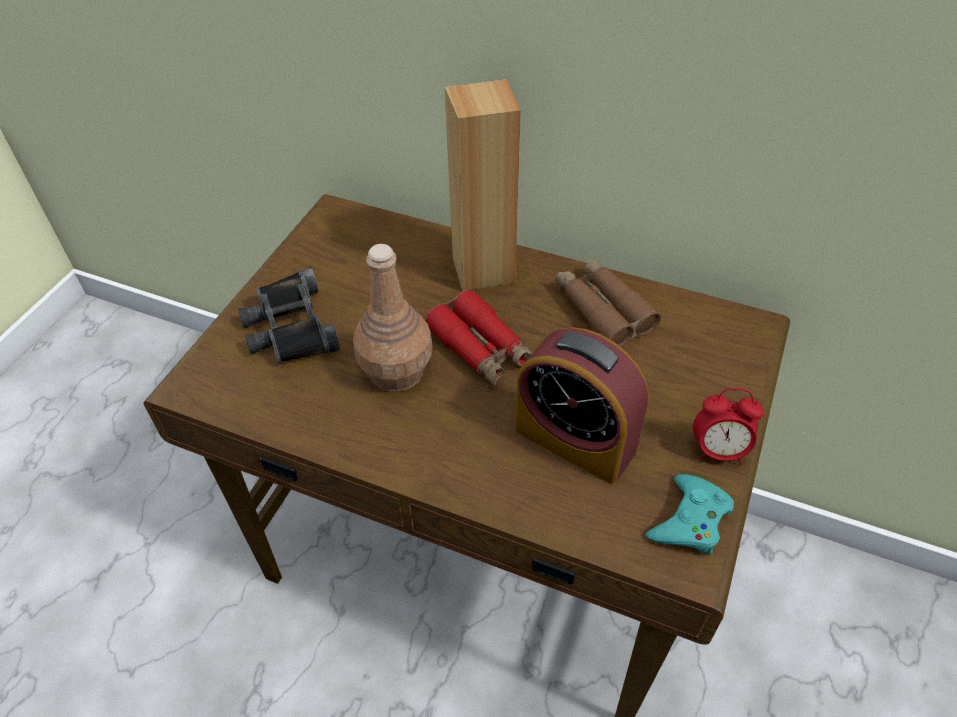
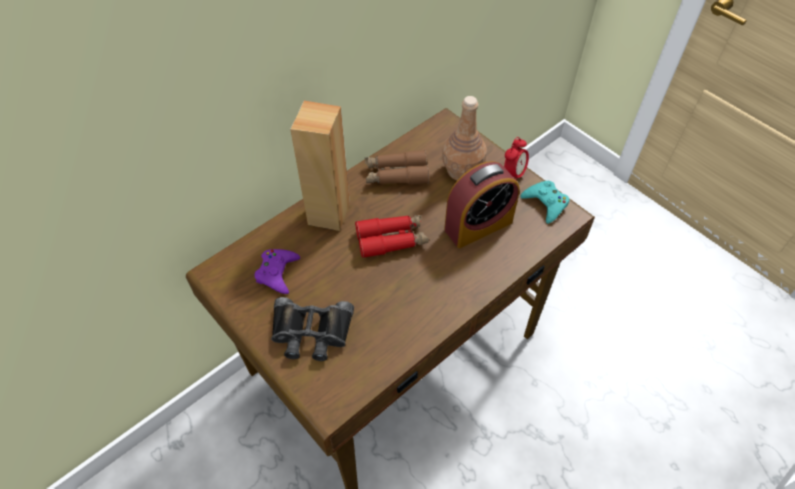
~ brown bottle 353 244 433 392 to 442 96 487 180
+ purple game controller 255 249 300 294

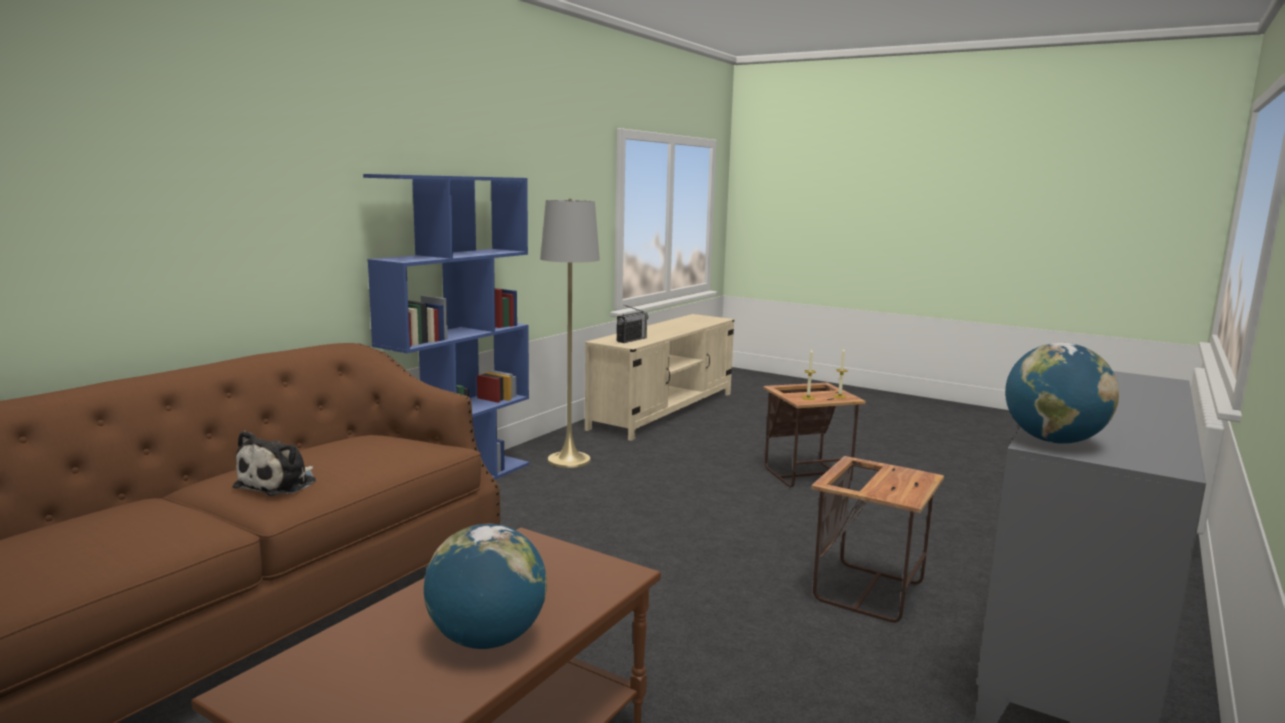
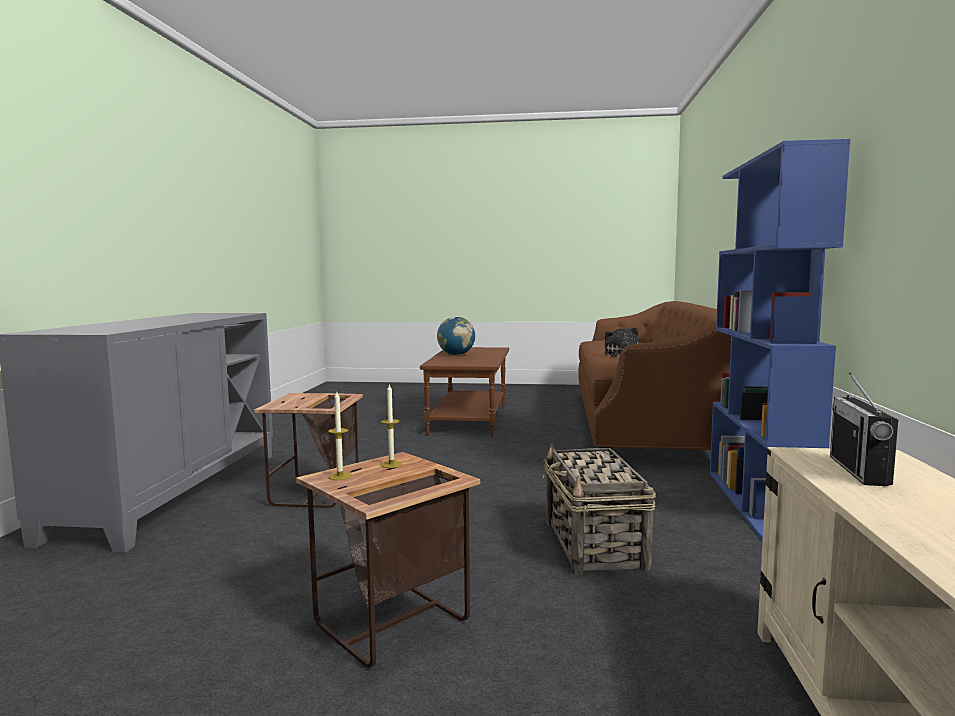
- grey floor lamp 540 199 600 468
- globe 1005 343 1119 444
+ basket 543 443 656 575

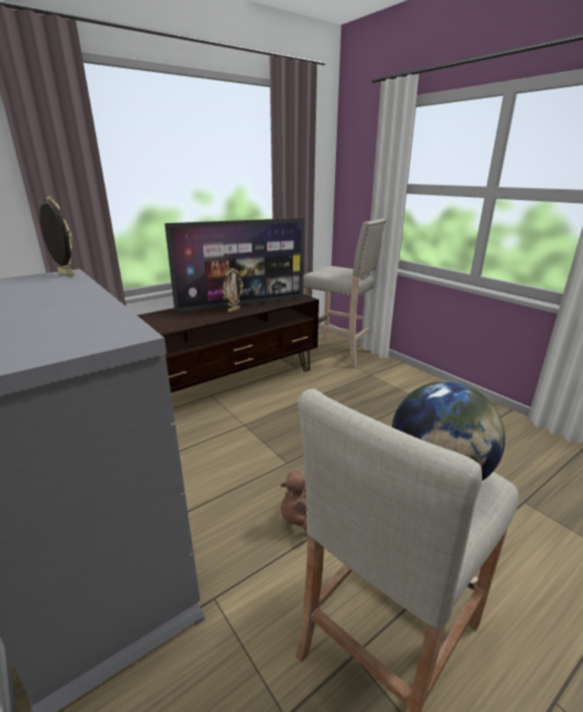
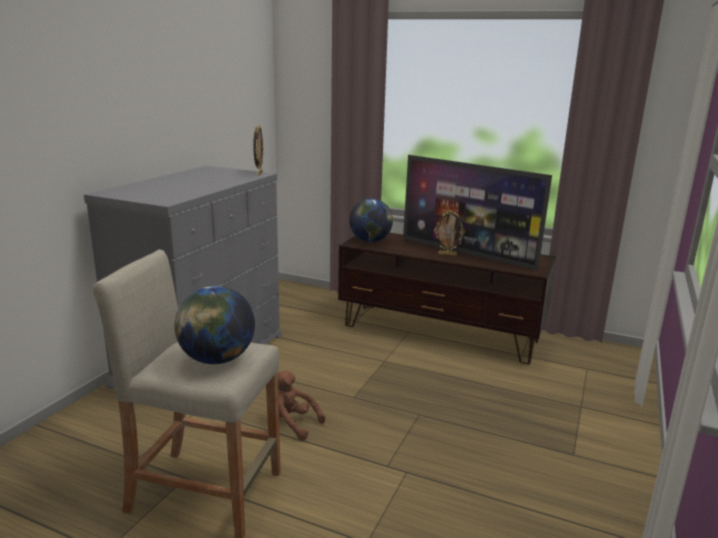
- beige stool 303 218 386 367
+ globe 349 199 393 242

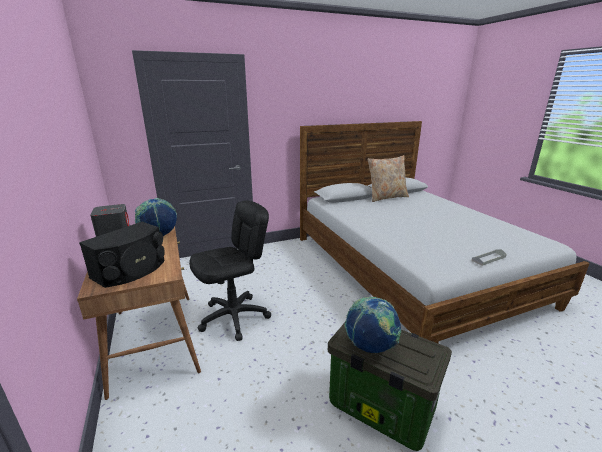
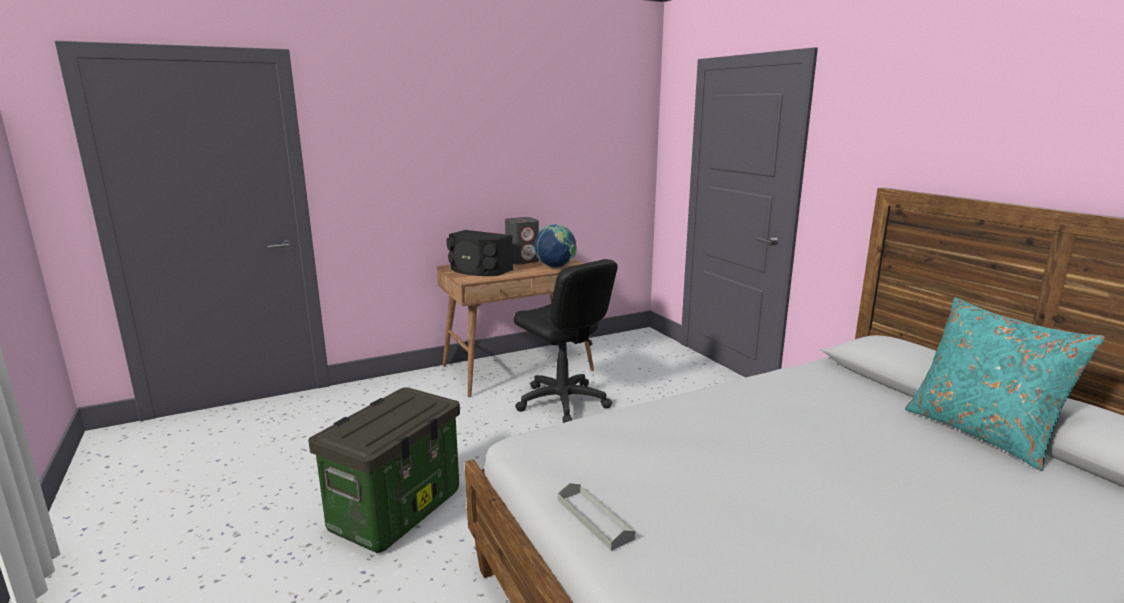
~ beige pillow 367 155 409 202 to turquoise pillow 905 297 1105 471
- globe 345 297 401 353

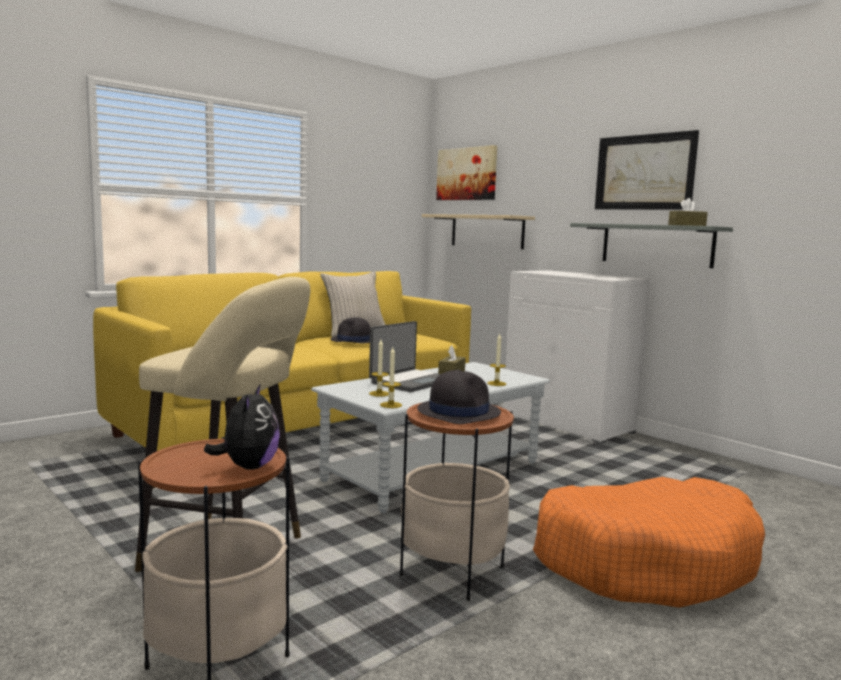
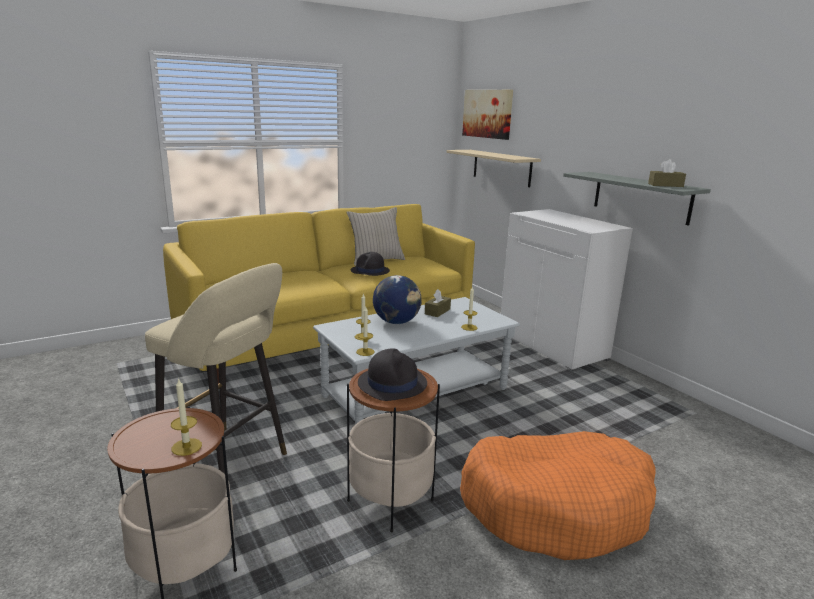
- picture 595 130 699 210
~ laptop 369 321 441 392 to globe 373 275 422 324
~ plush toy 204 383 280 470 to candle 171 378 202 456

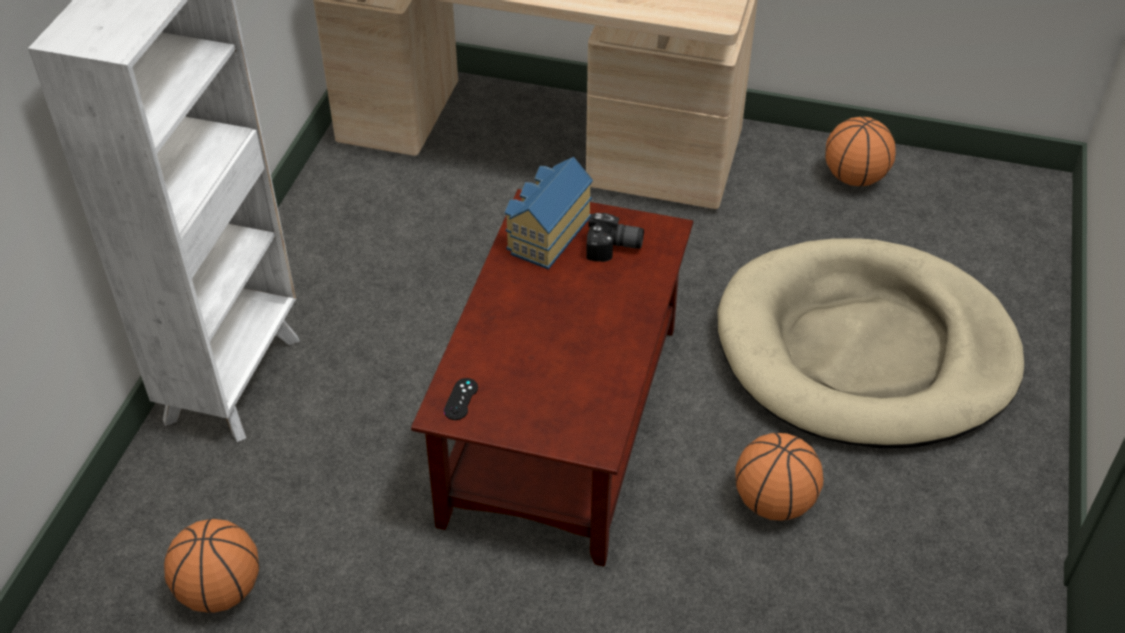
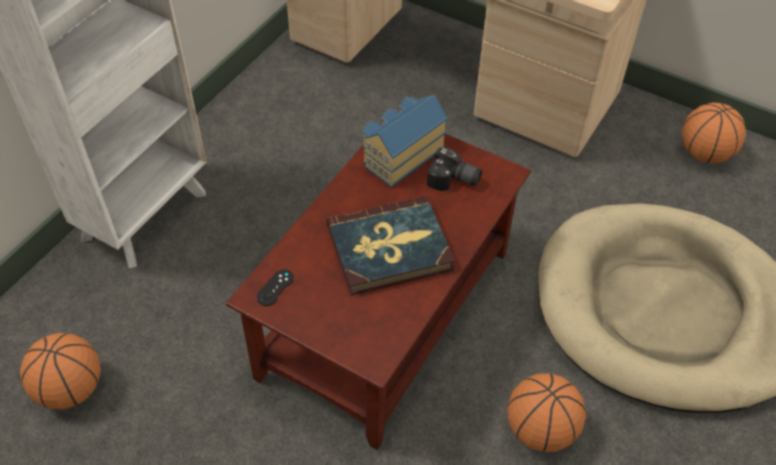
+ book 327 196 455 295

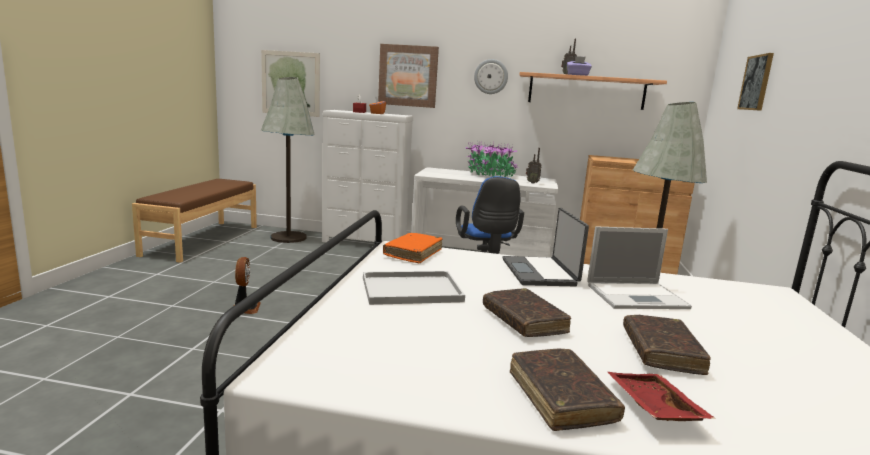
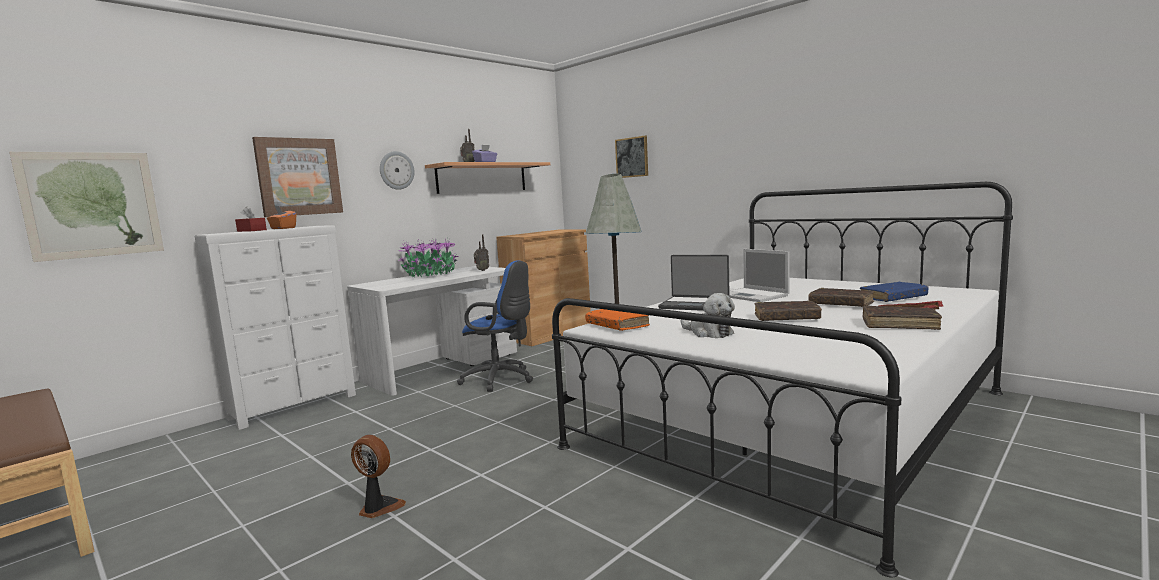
- grey floor lamp 261 77 315 243
~ laptop 587 227 692 309 = 729 249 790 302 120 degrees clockwise
~ white tray 363 271 465 305 to plush toy 681 293 735 338
+ blue book 860 281 929 302

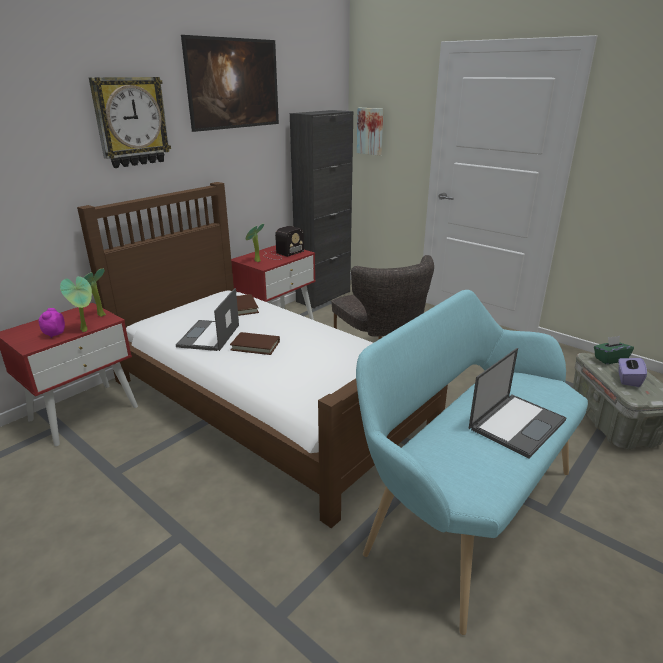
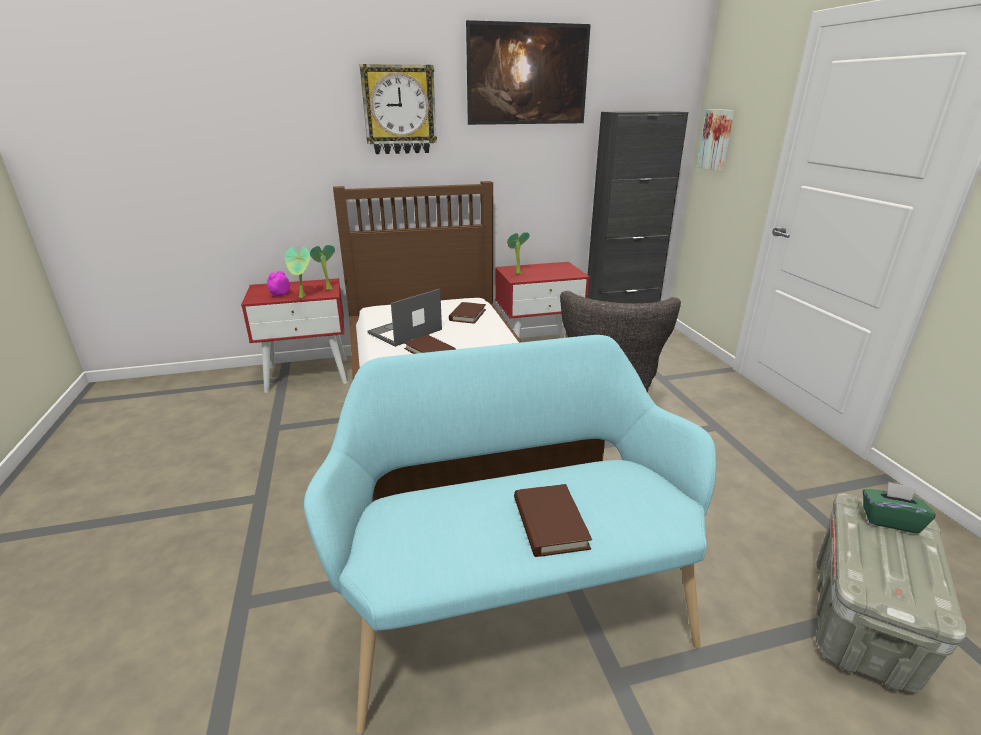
- radio 266 226 304 260
~ laptop 469 348 567 458 to brown book 514 484 592 557
- purple tissue box 618 357 647 387

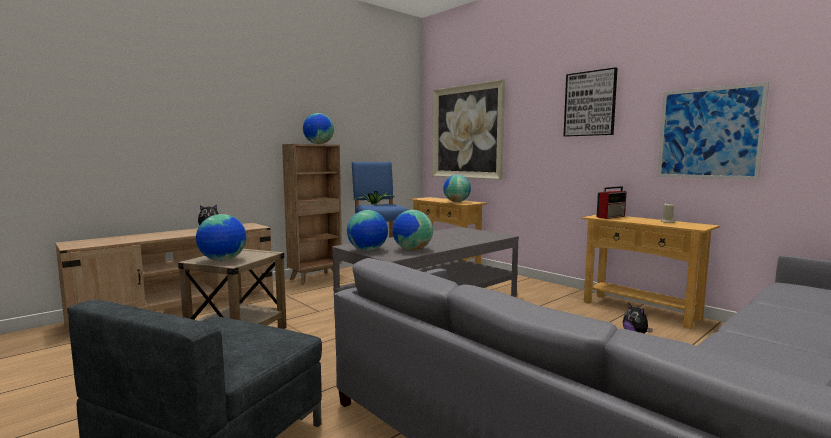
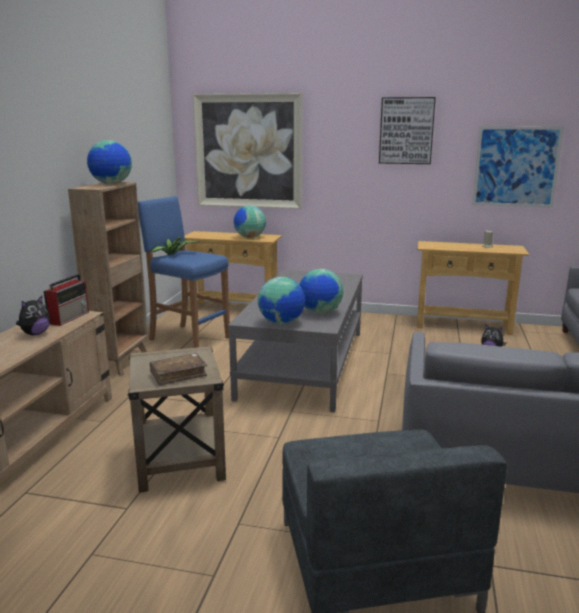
~ radio 597 186 626 219 to 44 274 89 326
~ globe 196 214 247 261 to brown book 150 353 207 386

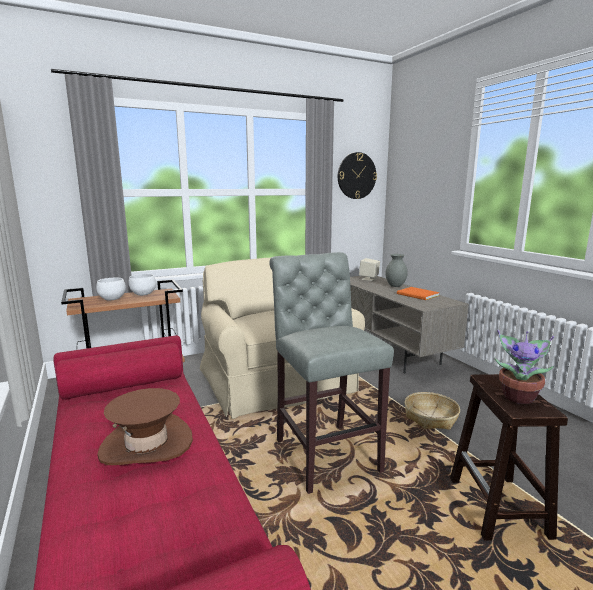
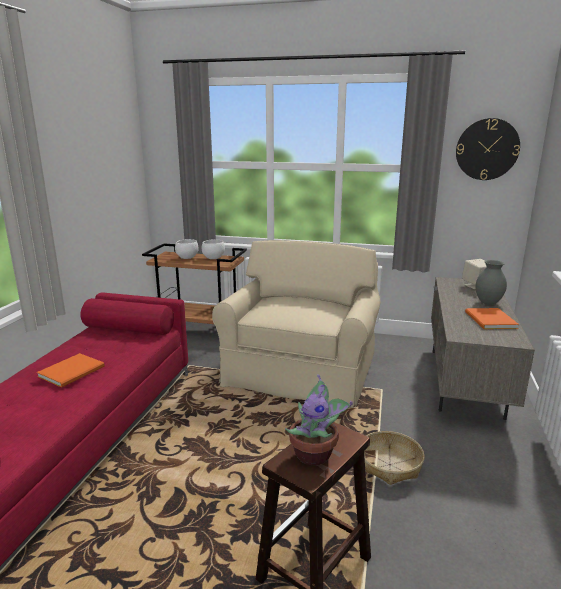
- grey stool 269 252 394 494
~ brown hat 97 388 193 465 to orange book 37 353 105 388

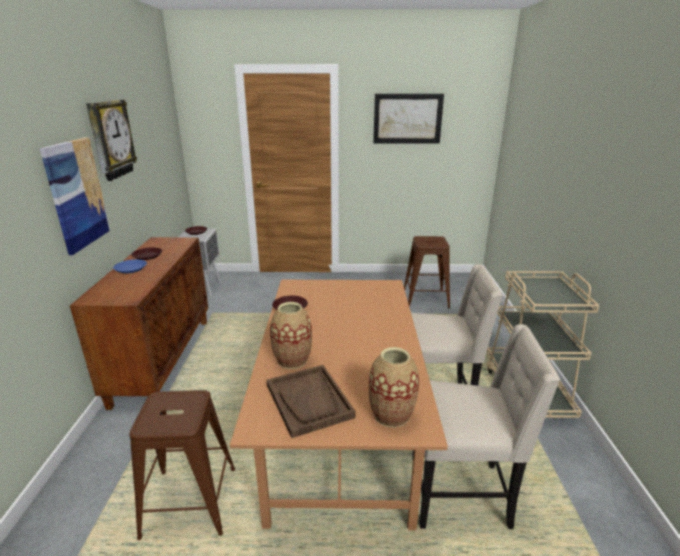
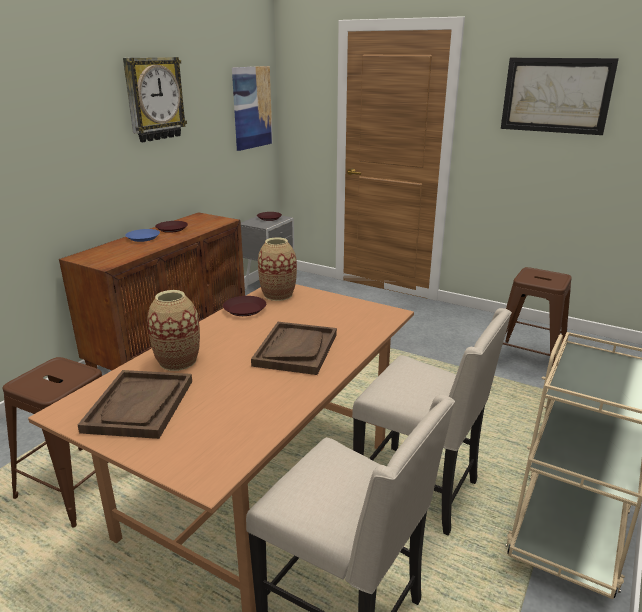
~ picture 40 137 110 255 to 232 66 272 151
~ vase 369 347 419 427 to 258 237 297 301
+ brown tray 251 322 337 375

